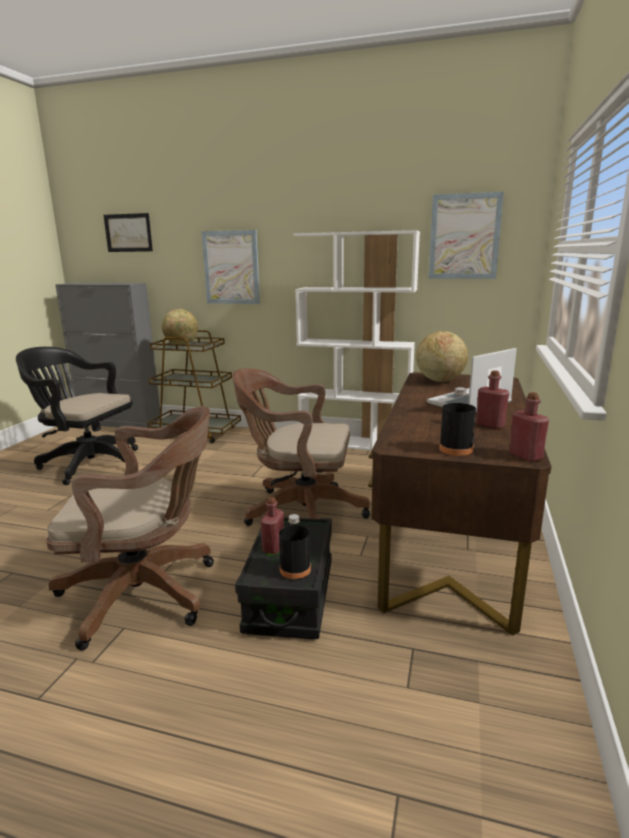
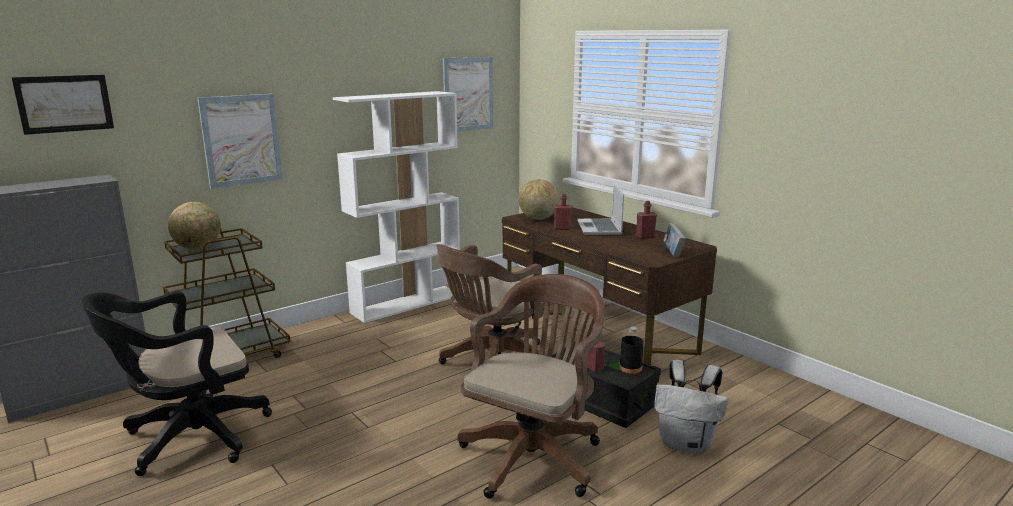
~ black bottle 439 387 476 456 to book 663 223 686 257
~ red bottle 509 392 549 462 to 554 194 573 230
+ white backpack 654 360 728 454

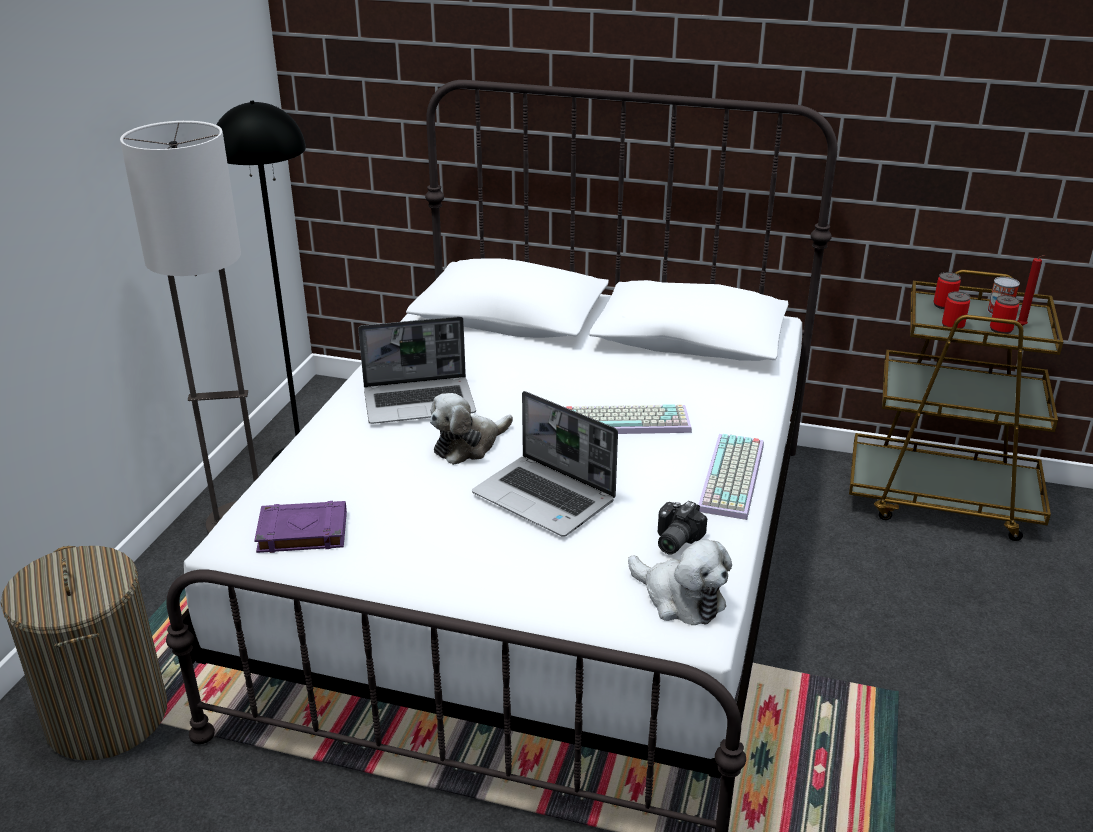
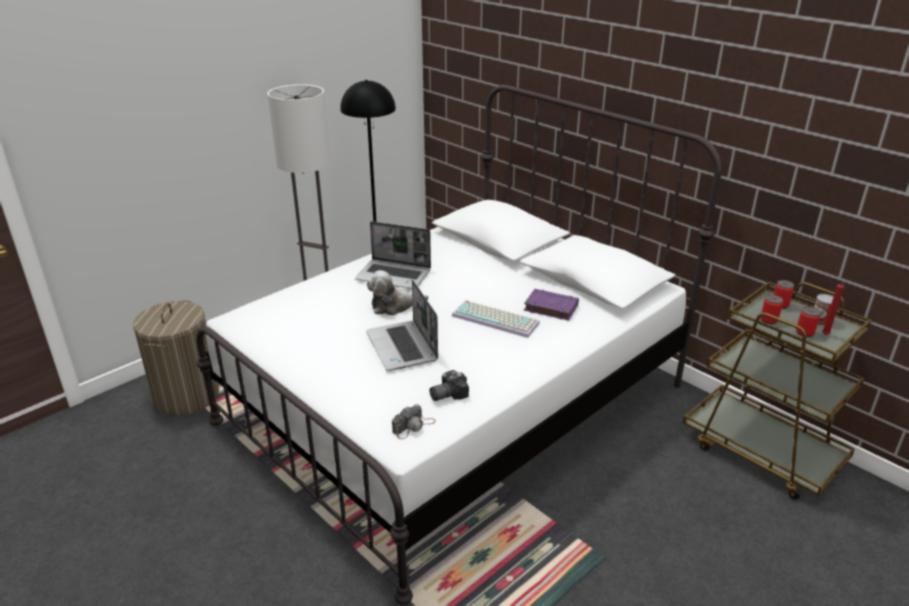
- keyboard 698 434 764 520
~ purple book 254 501 347 553 to 524 289 579 321
~ plush toy 628 539 732 625 to photo camera 392 404 436 439

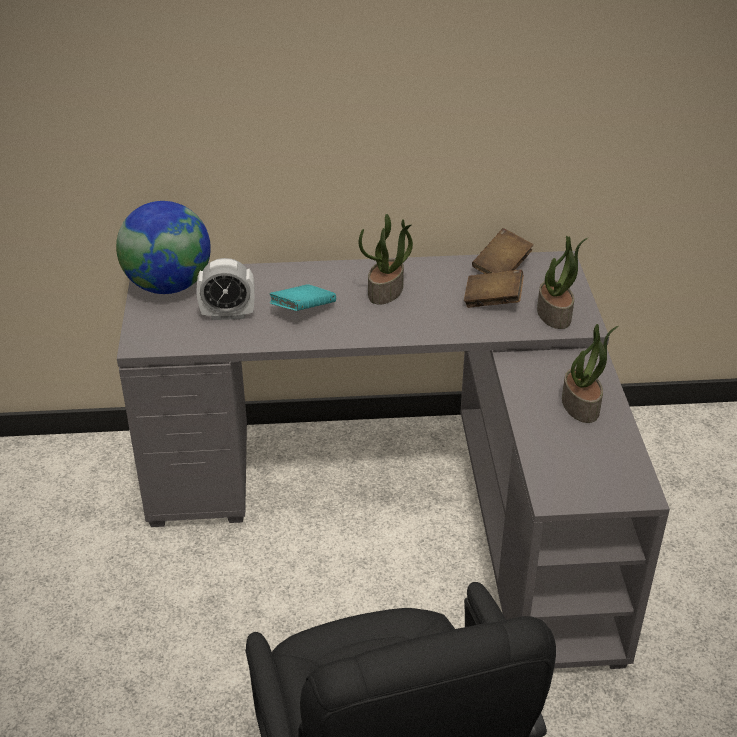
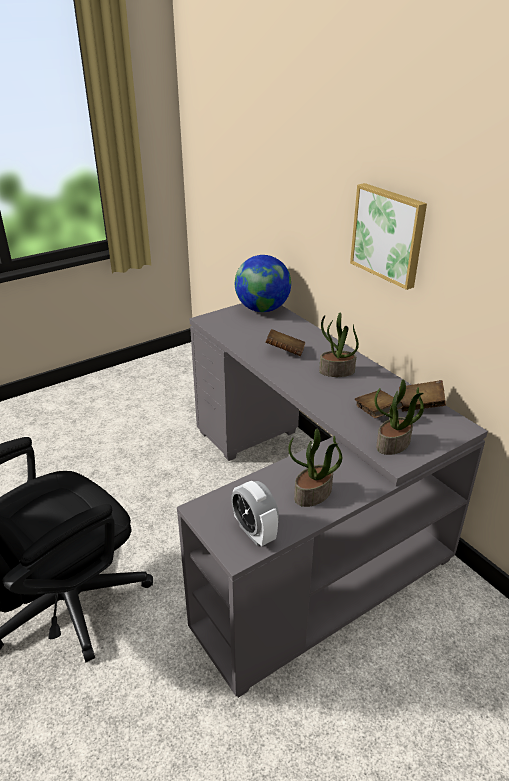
~ alarm clock 196 258 255 320 to 231 481 279 546
~ turquoise book 269 284 336 311 to brown book 266 329 305 356
+ picture 350 183 427 290

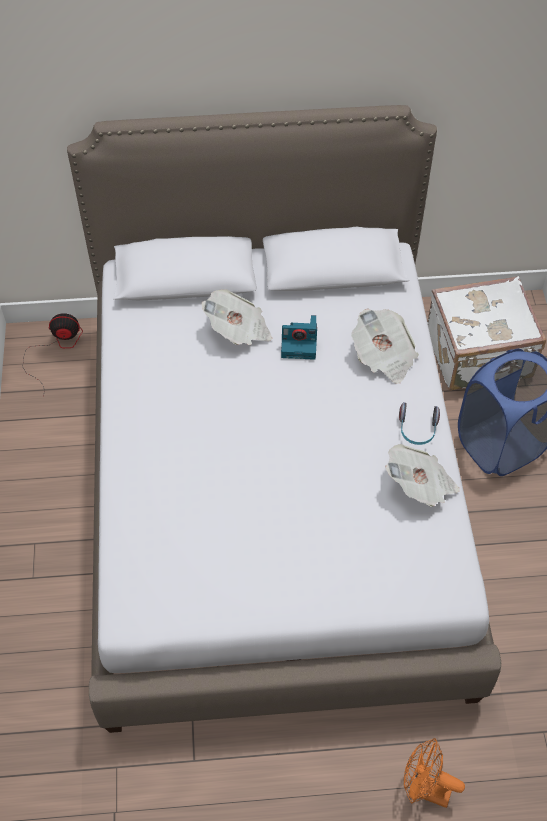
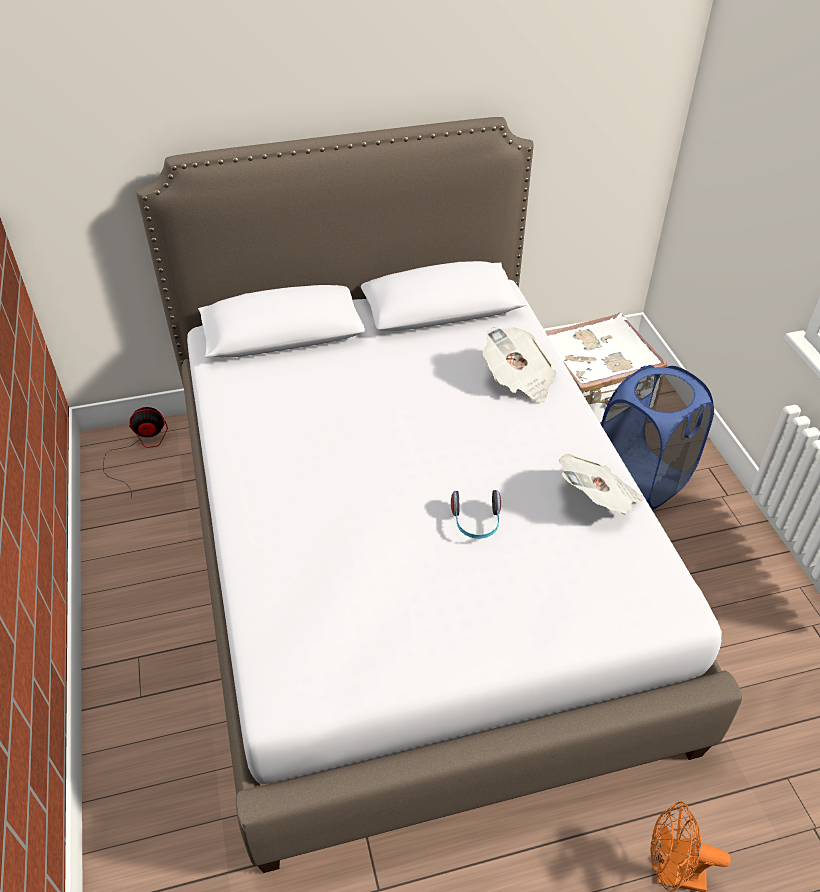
- newspaper 202 289 272 345
- photo camera 281 315 317 360
~ headphones 399 402 440 445 to 451 490 501 539

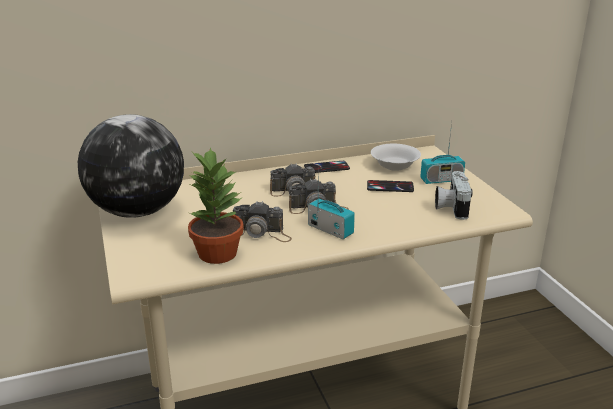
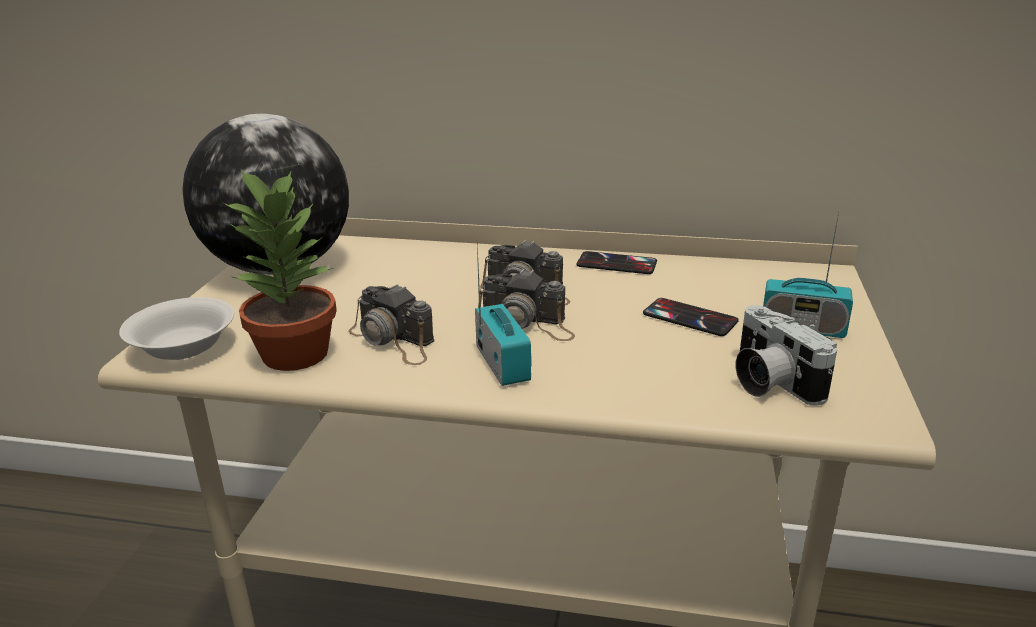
~ white bowl 371 144 421 171 to 119 297 234 360
~ photo camera 435 171 473 220 = 736 305 837 406 60 degrees counterclockwise

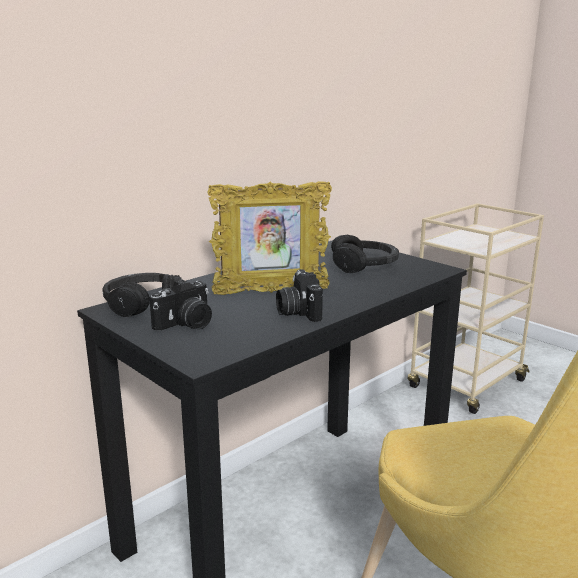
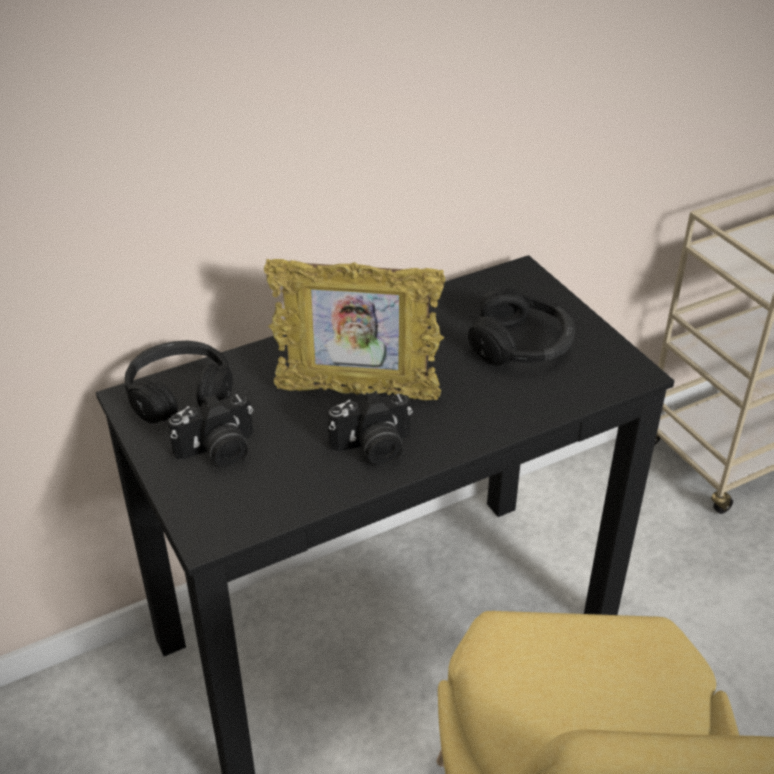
~ photo camera 276 269 323 322 = 327 391 413 466 105 degrees counterclockwise

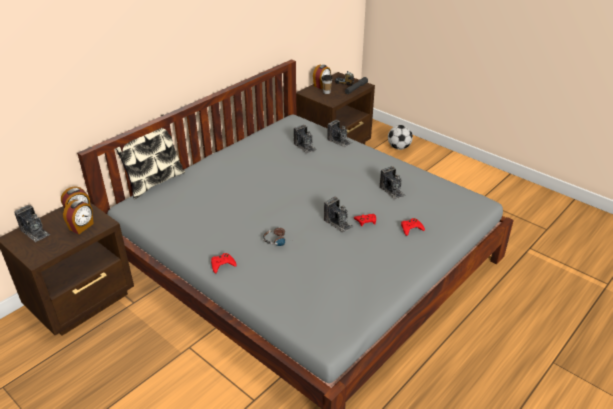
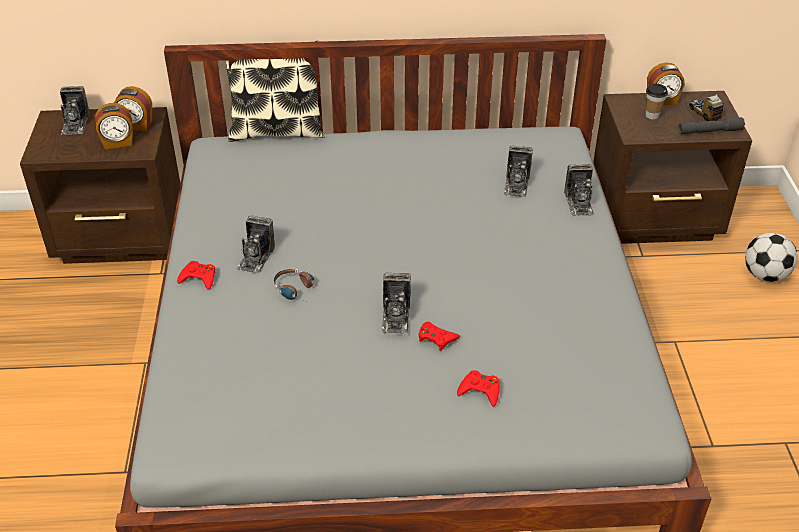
~ photo camera 380 166 406 200 to 236 215 275 274

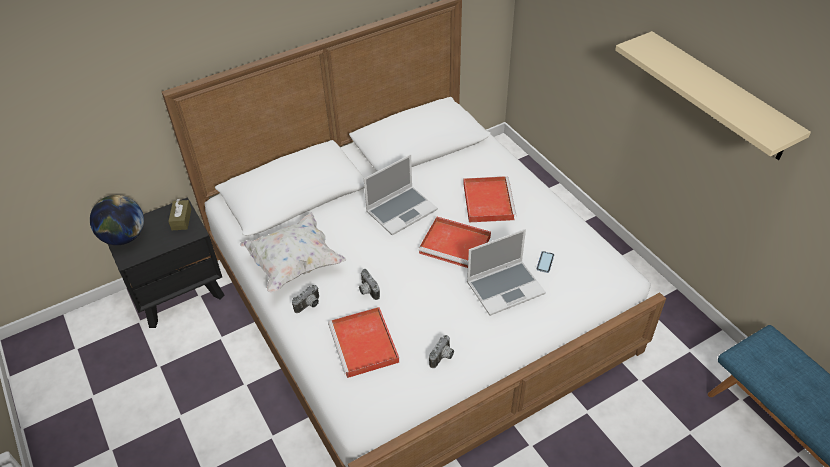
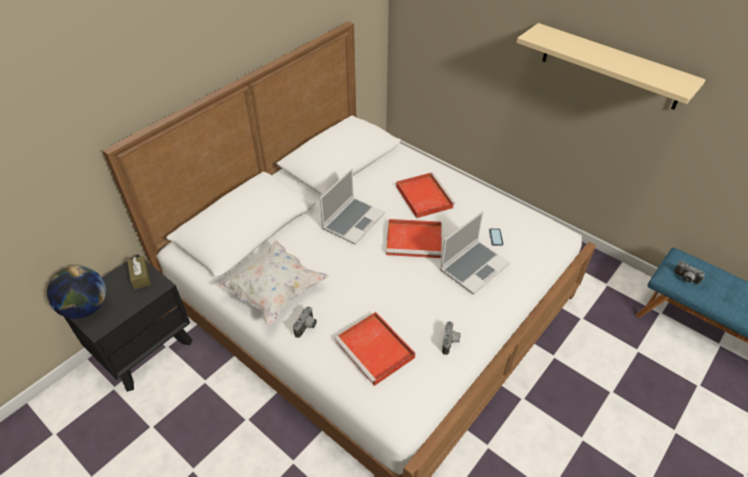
~ photo camera 359 269 380 300 to 674 261 705 284

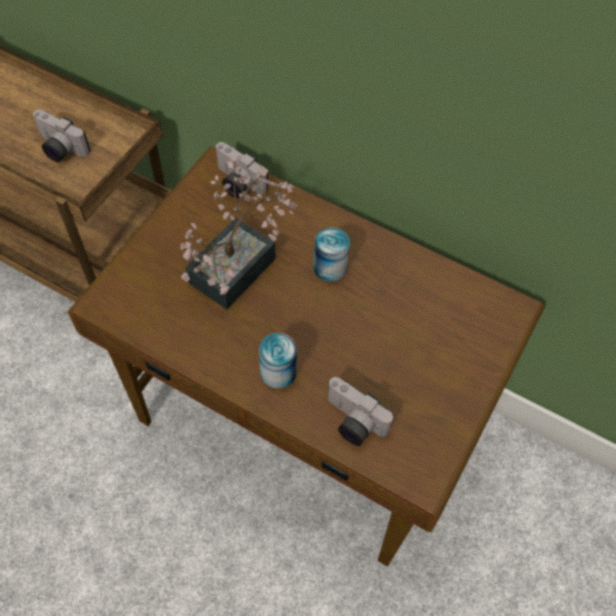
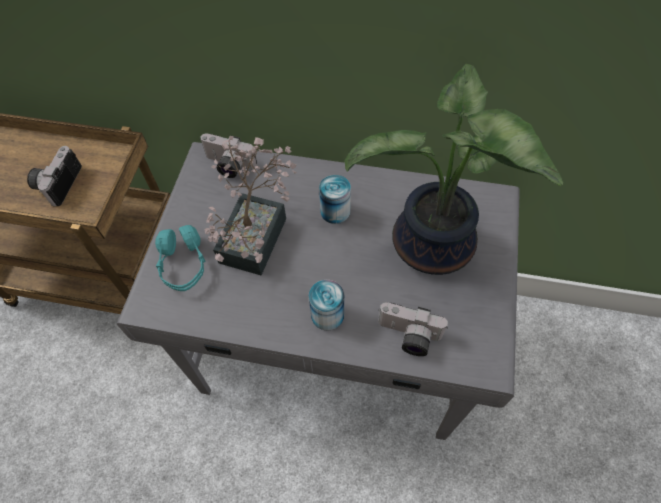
~ photo camera 32 109 91 162 = 27 146 82 207 90 degrees clockwise
~ brown desk 68 147 545 567 to grey desk 117 142 520 440
+ potted plant 345 64 563 275
+ turquoise headphones 155 225 206 291

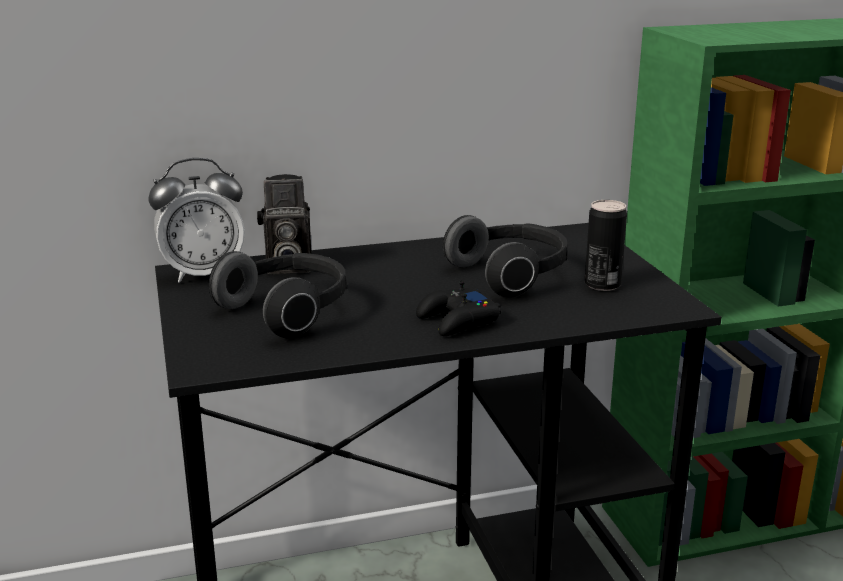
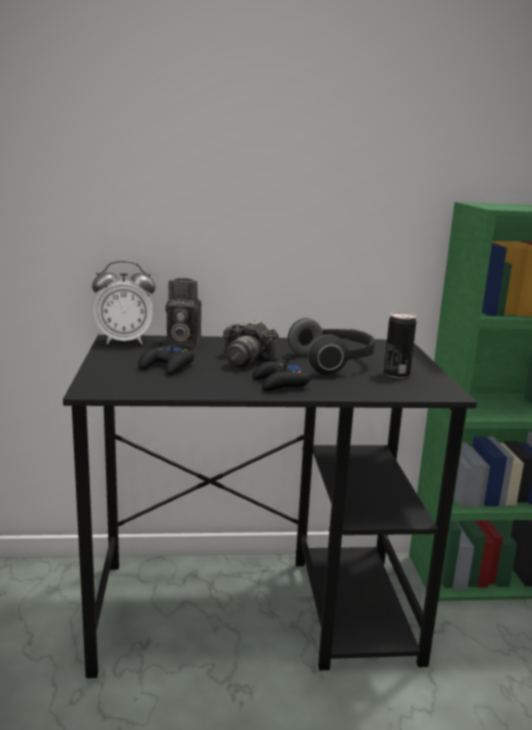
~ headphones 209 251 347 338 to black game controller 138 341 194 375
+ photo camera 223 320 279 367

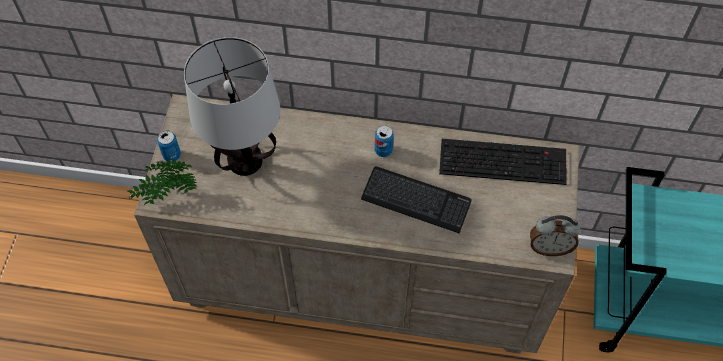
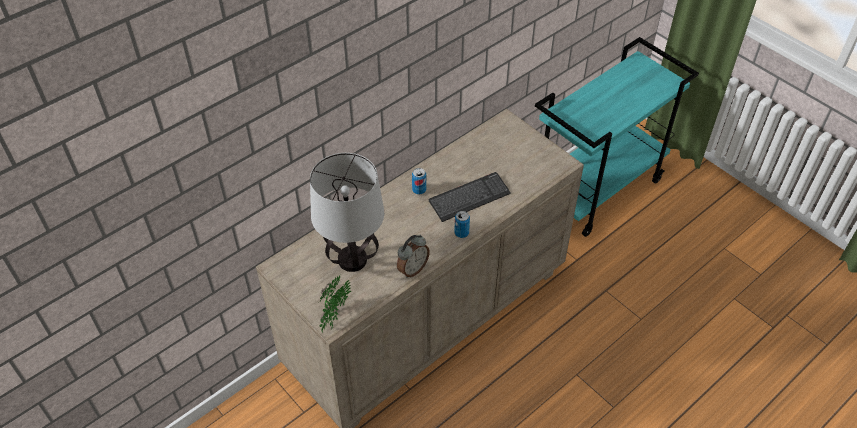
~ can 157 131 181 161 to 454 211 470 238
- keyboard 439 139 567 185
~ alarm clock 530 215 580 256 to 397 235 430 278

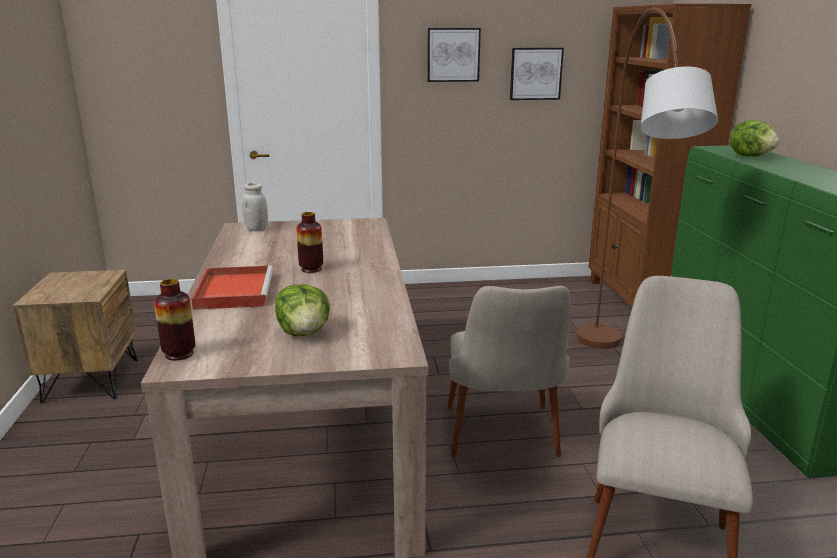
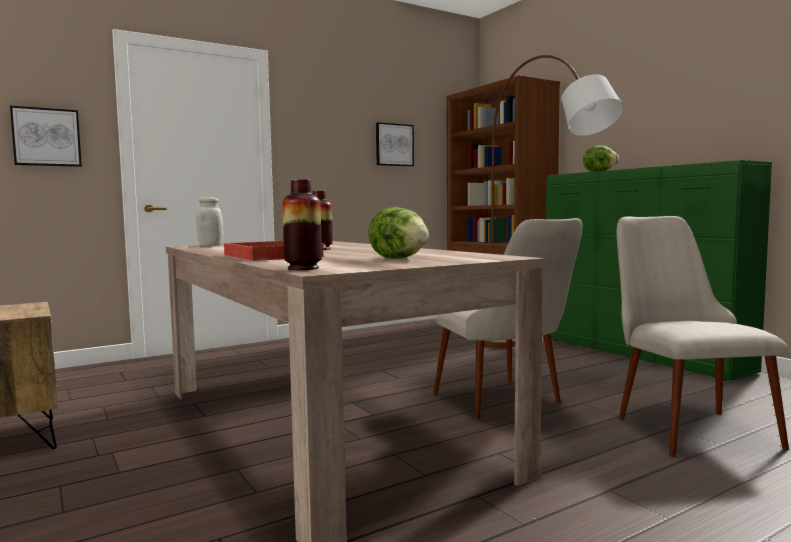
~ picture 427 28 481 82 to 10 106 82 167

